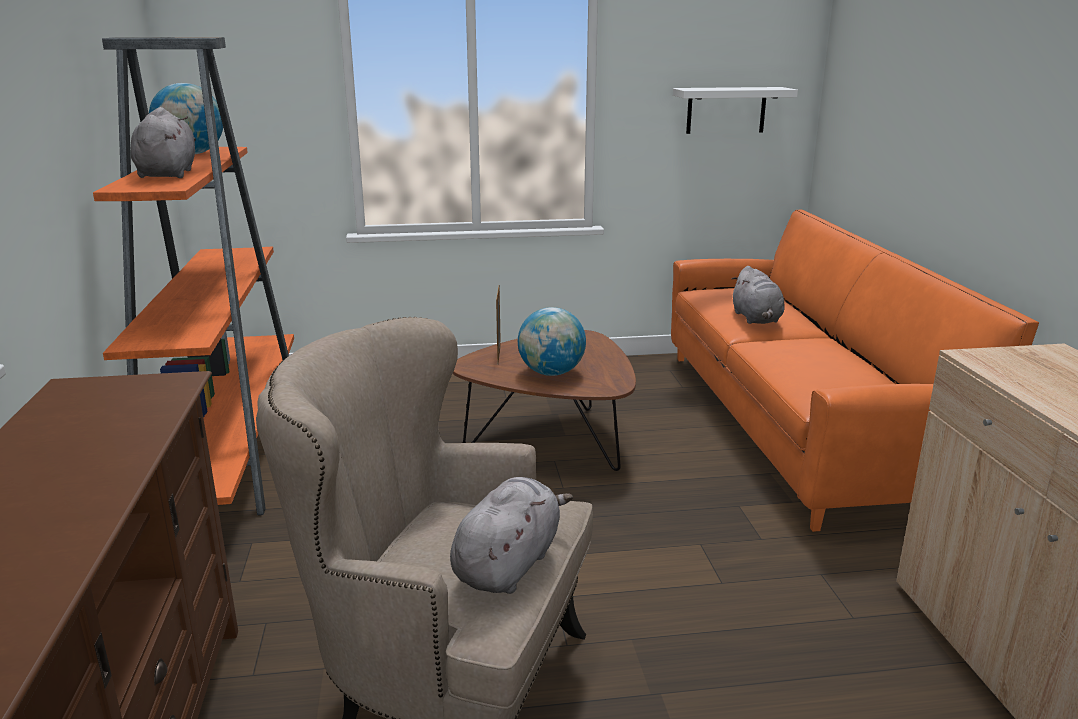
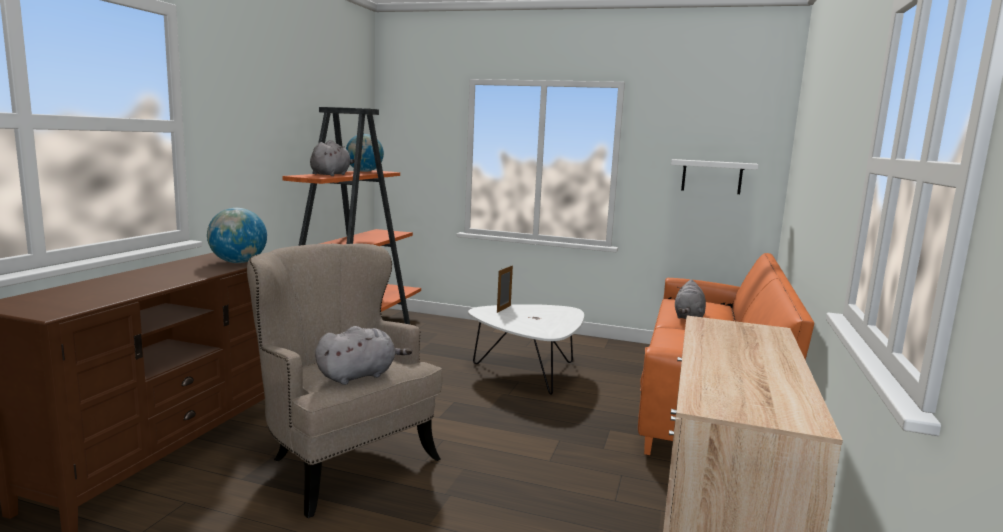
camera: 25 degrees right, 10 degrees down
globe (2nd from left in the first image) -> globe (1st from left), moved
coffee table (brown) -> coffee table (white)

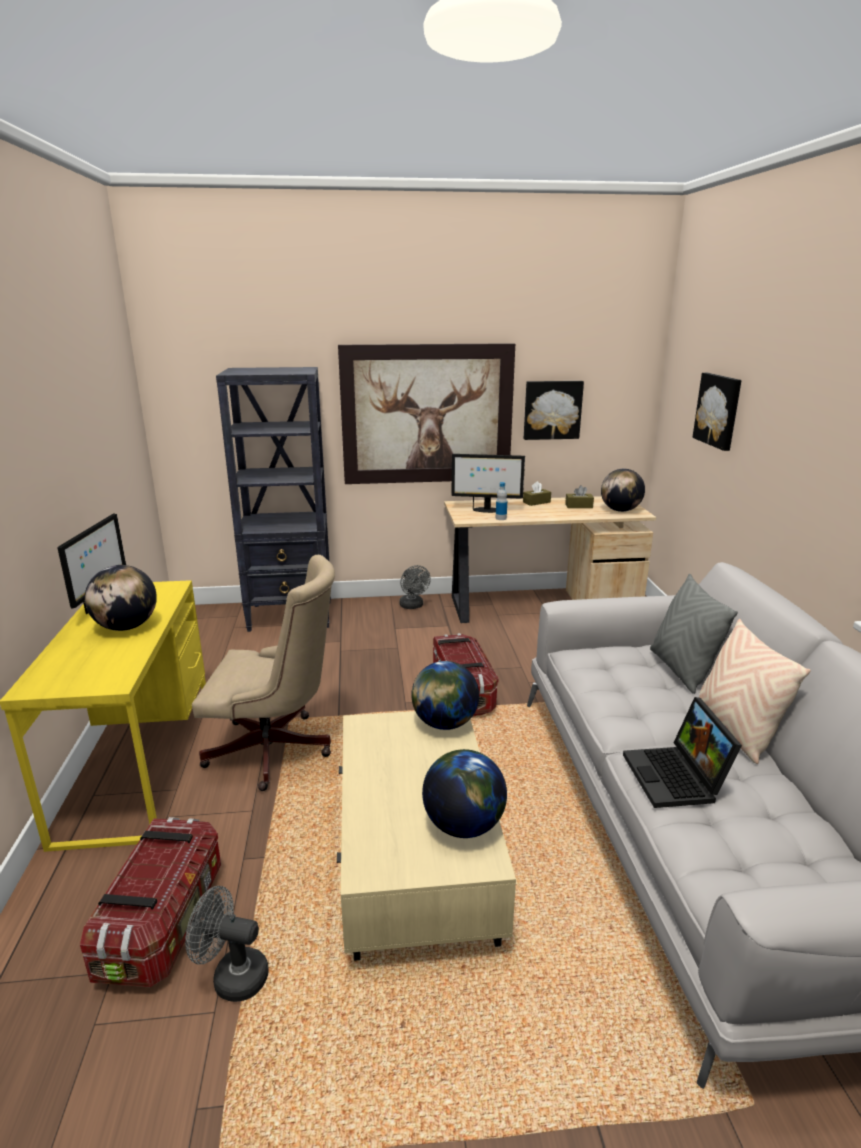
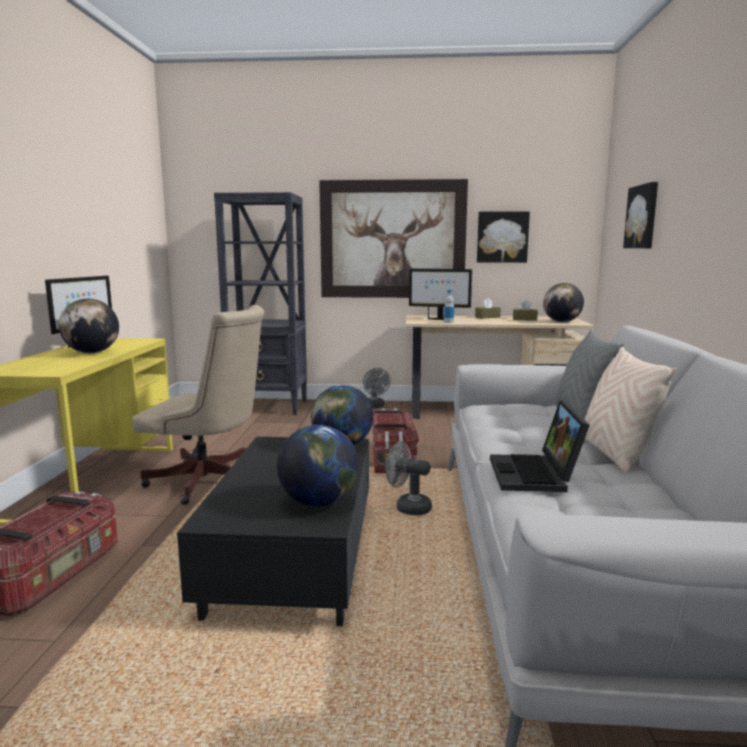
camera: 10 degrees right, 10 degrees down
coffee table (beige) -> coffee table (black)
fan (grey) (1st from left in the first image) -> fan (grey) (2nd from left), moved

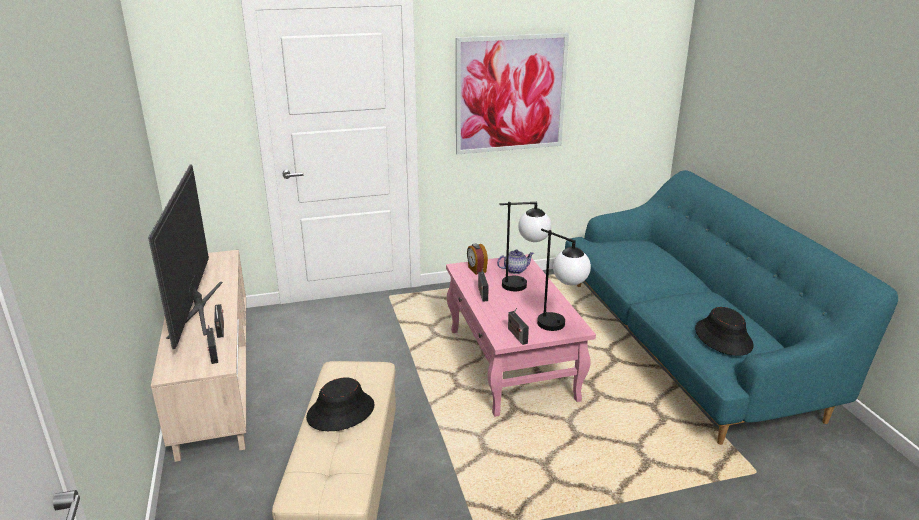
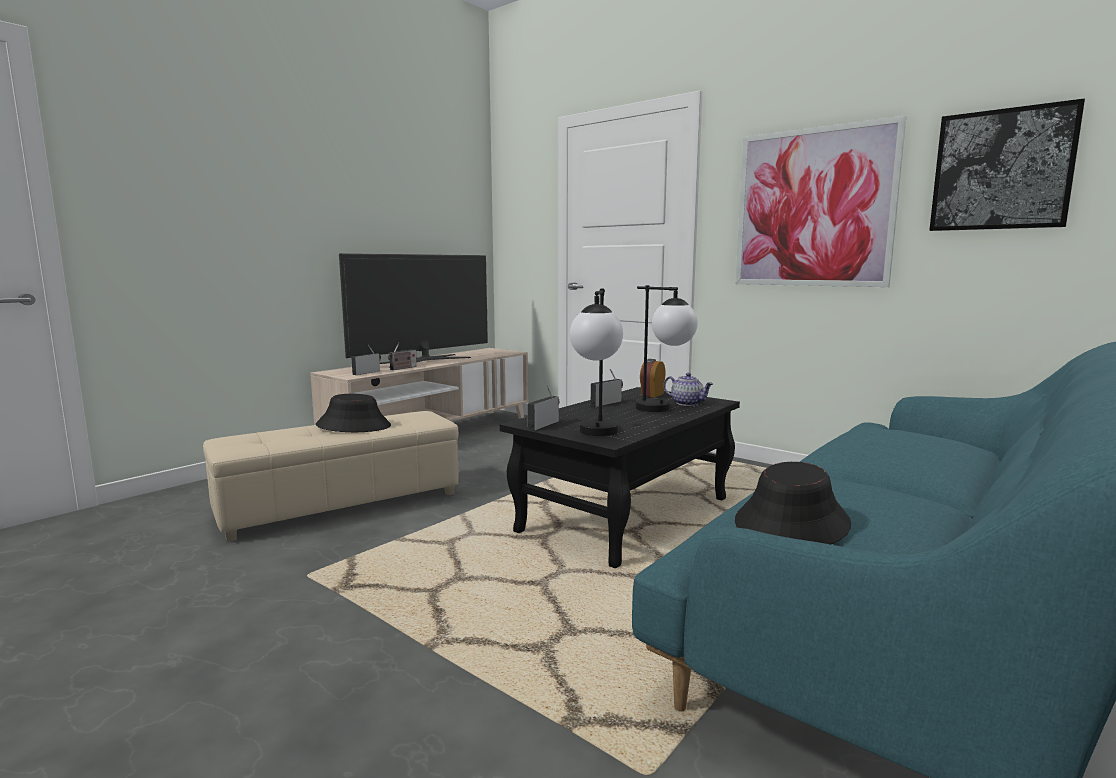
camera: 55 degrees right, 15 degrees down
coffee table (pink) -> coffee table (black)
none -> picture (2nd from left)

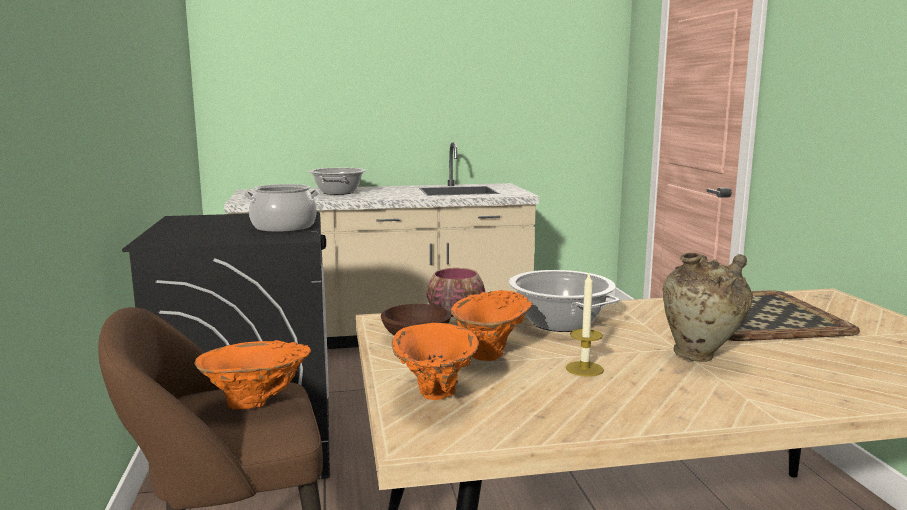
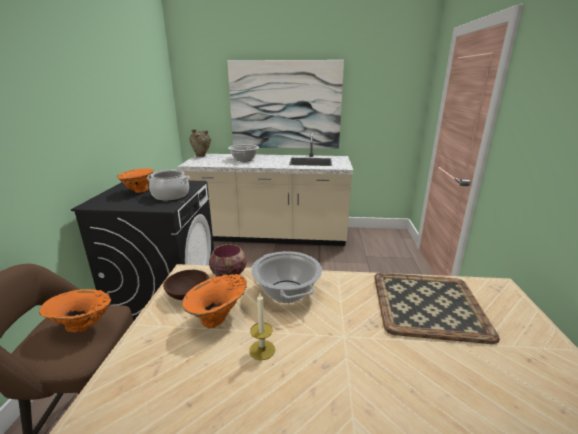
camera: 15 degrees right, 10 degrees up
vase (beige), moved
vase (orange) (2nd from left), moved
none -> picture

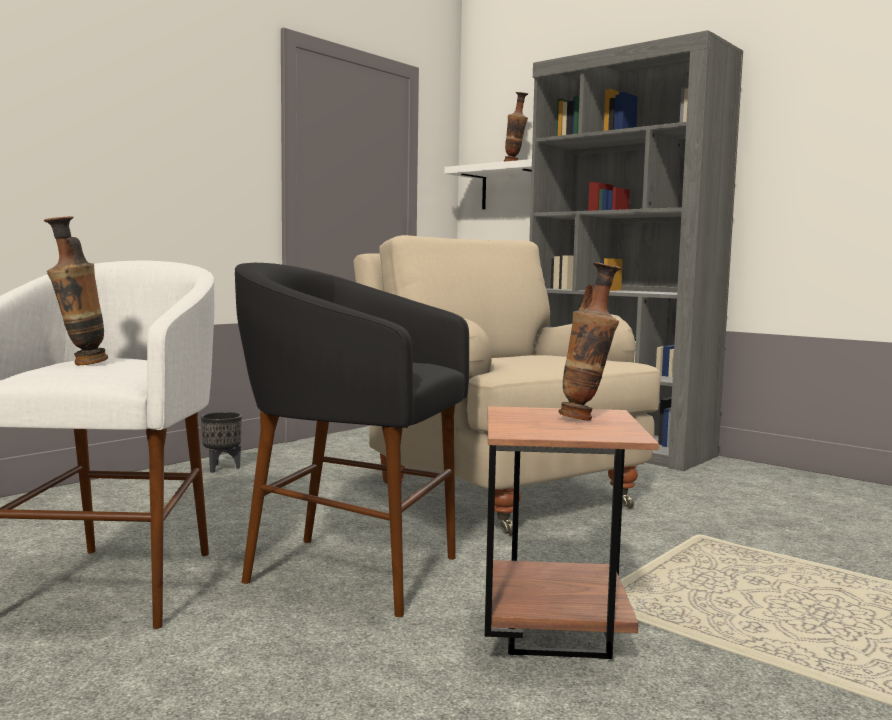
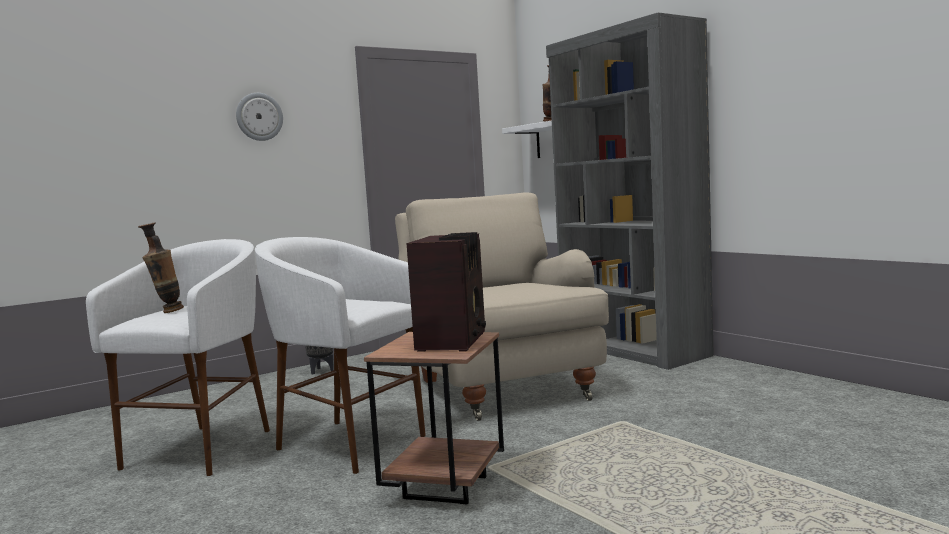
camera: 15 degrees right, 0 degrees up
vase (3rd from left) -> radio
stool (black) -> stool (white) (2nd from left)
none -> wall clock

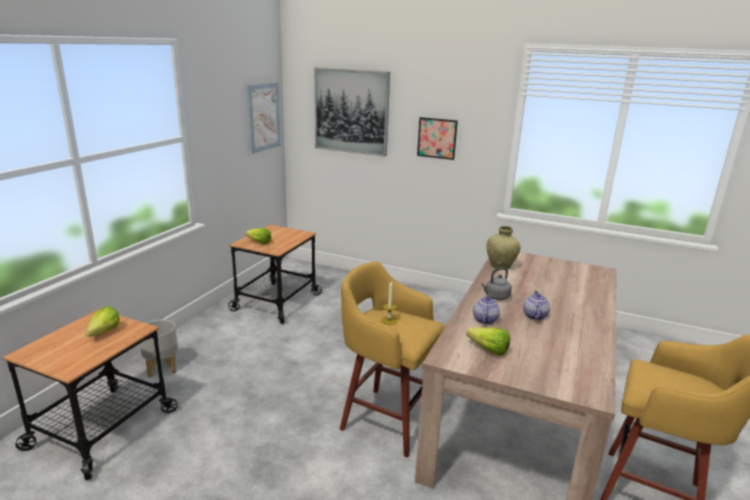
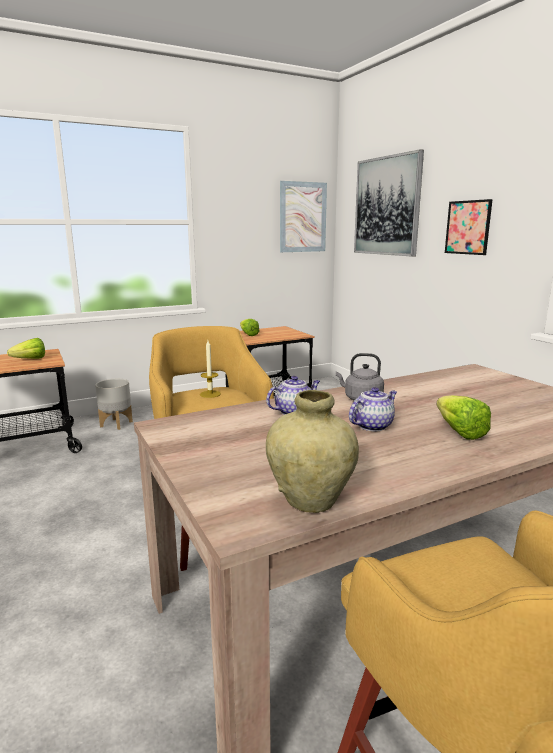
camera: 40 degrees right, 5 degrees down
vase (beige), moved
lettuce (3rd from left), moved

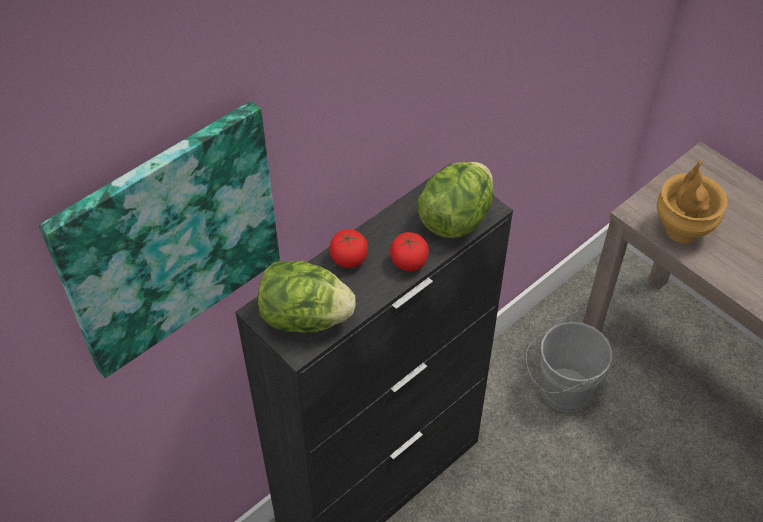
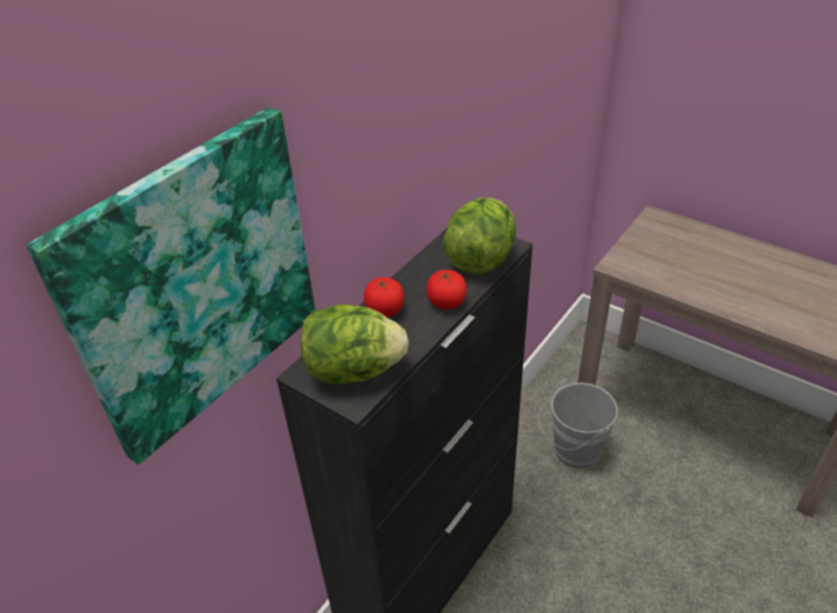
camera: 10 degrees left, 10 degrees down
vase (brown) -> none

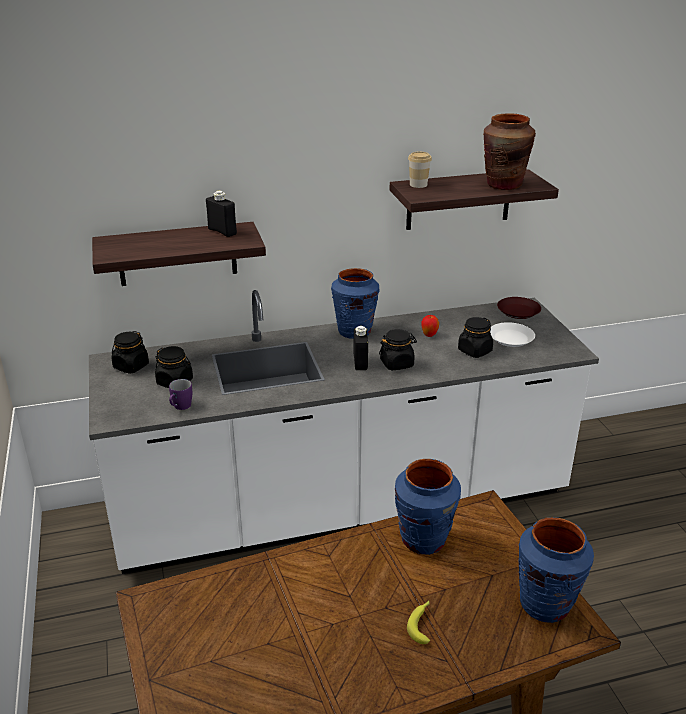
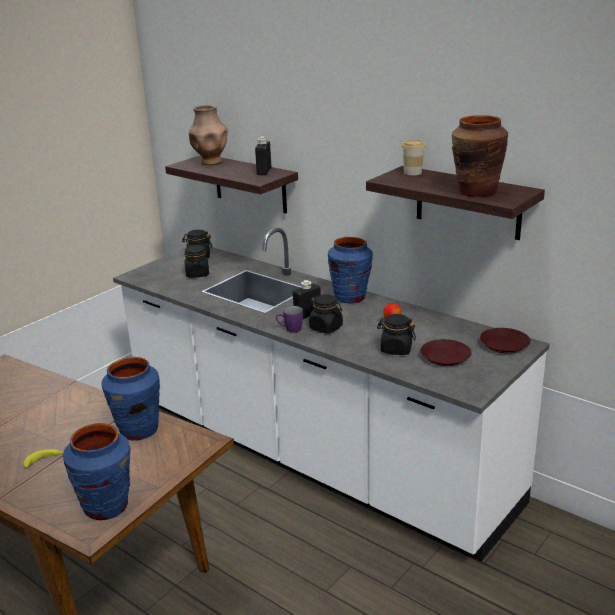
camera: 55 degrees right, 5 degrees down
plate (white) -> plate (brown) (1st from left)
mug (purple), moved
none -> vase (brown) (1st from left)

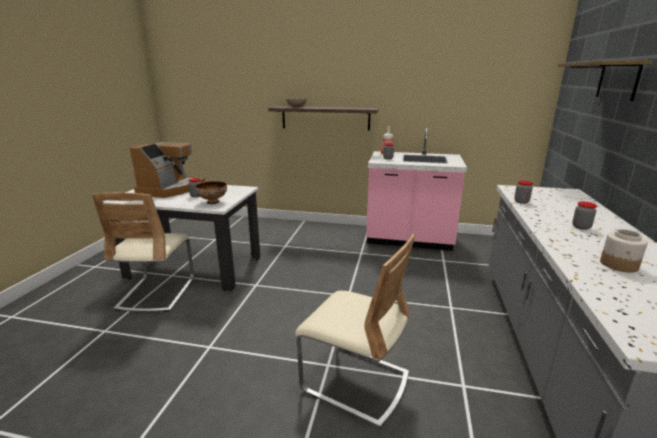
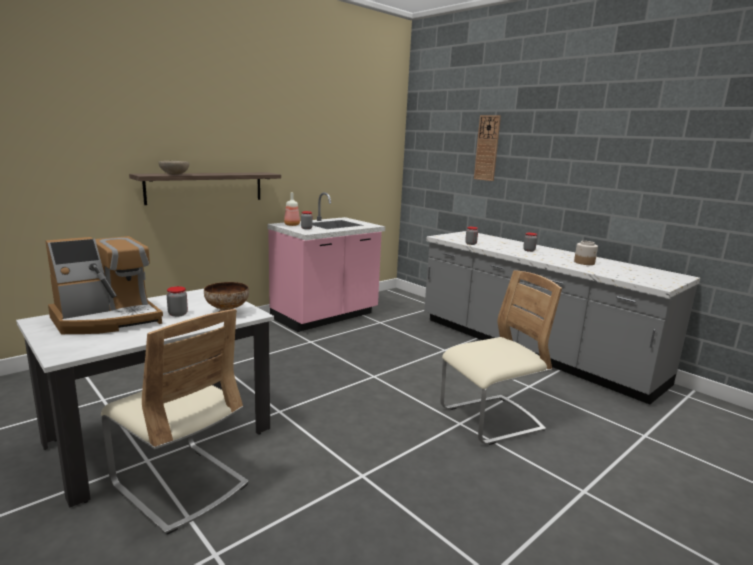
camera: 55 degrees left, 5 degrees down
shelf (2nd from left) -> wall clock
coffee machine, 90 degrees clockwise

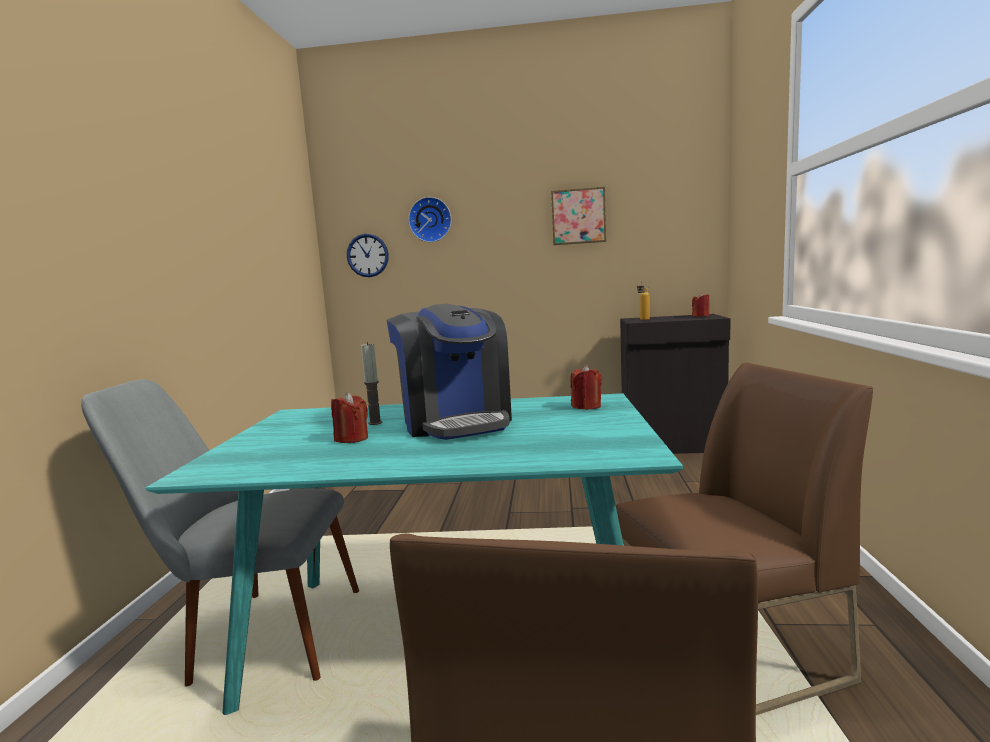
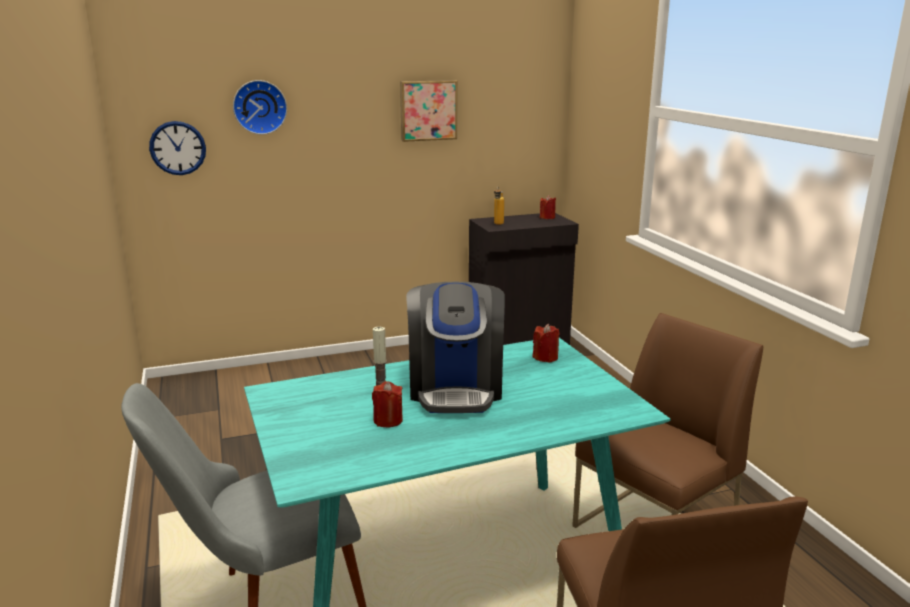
camera: 25 degrees left, 10 degrees up
coffee machine, 45 degrees clockwise

